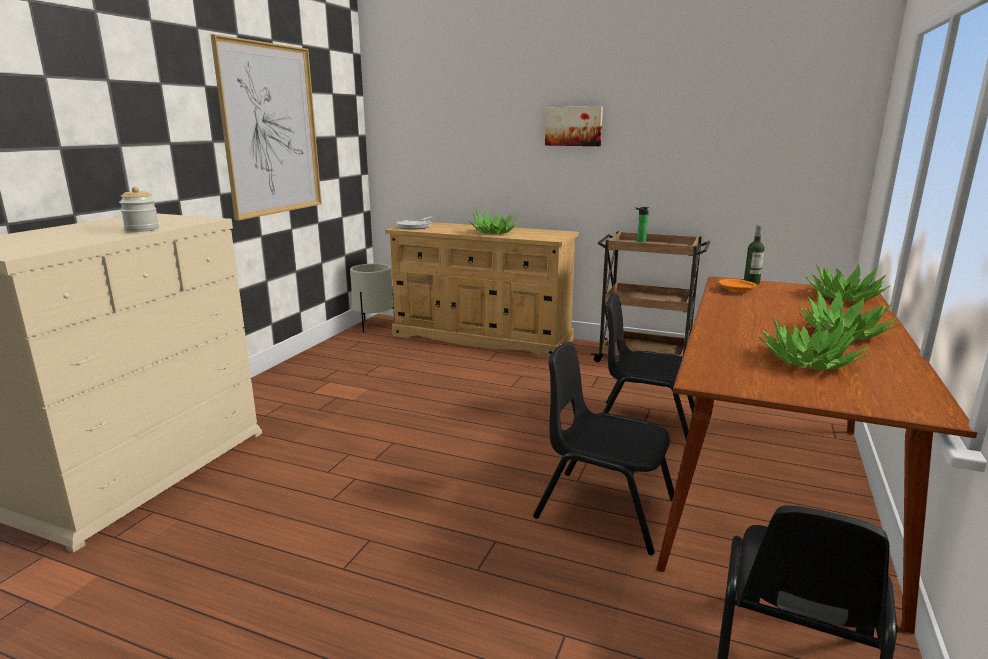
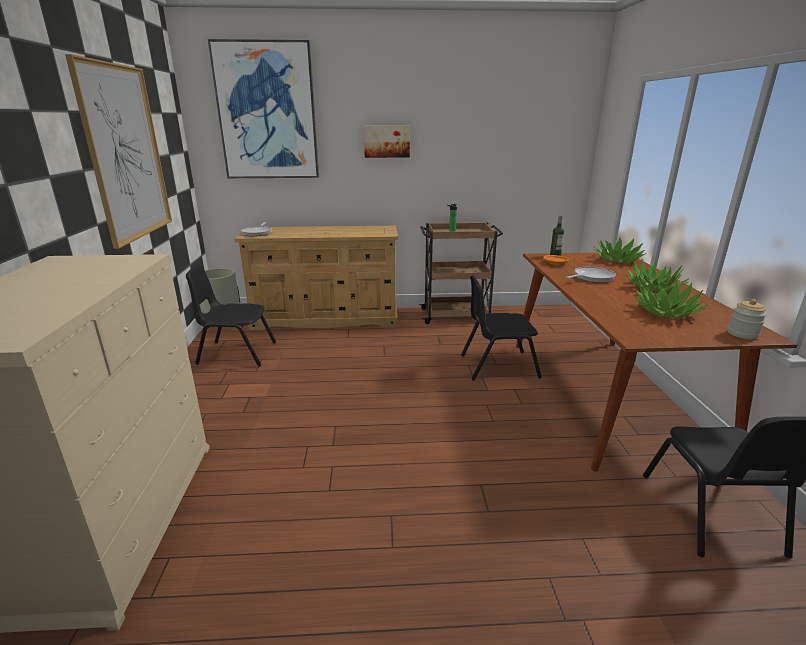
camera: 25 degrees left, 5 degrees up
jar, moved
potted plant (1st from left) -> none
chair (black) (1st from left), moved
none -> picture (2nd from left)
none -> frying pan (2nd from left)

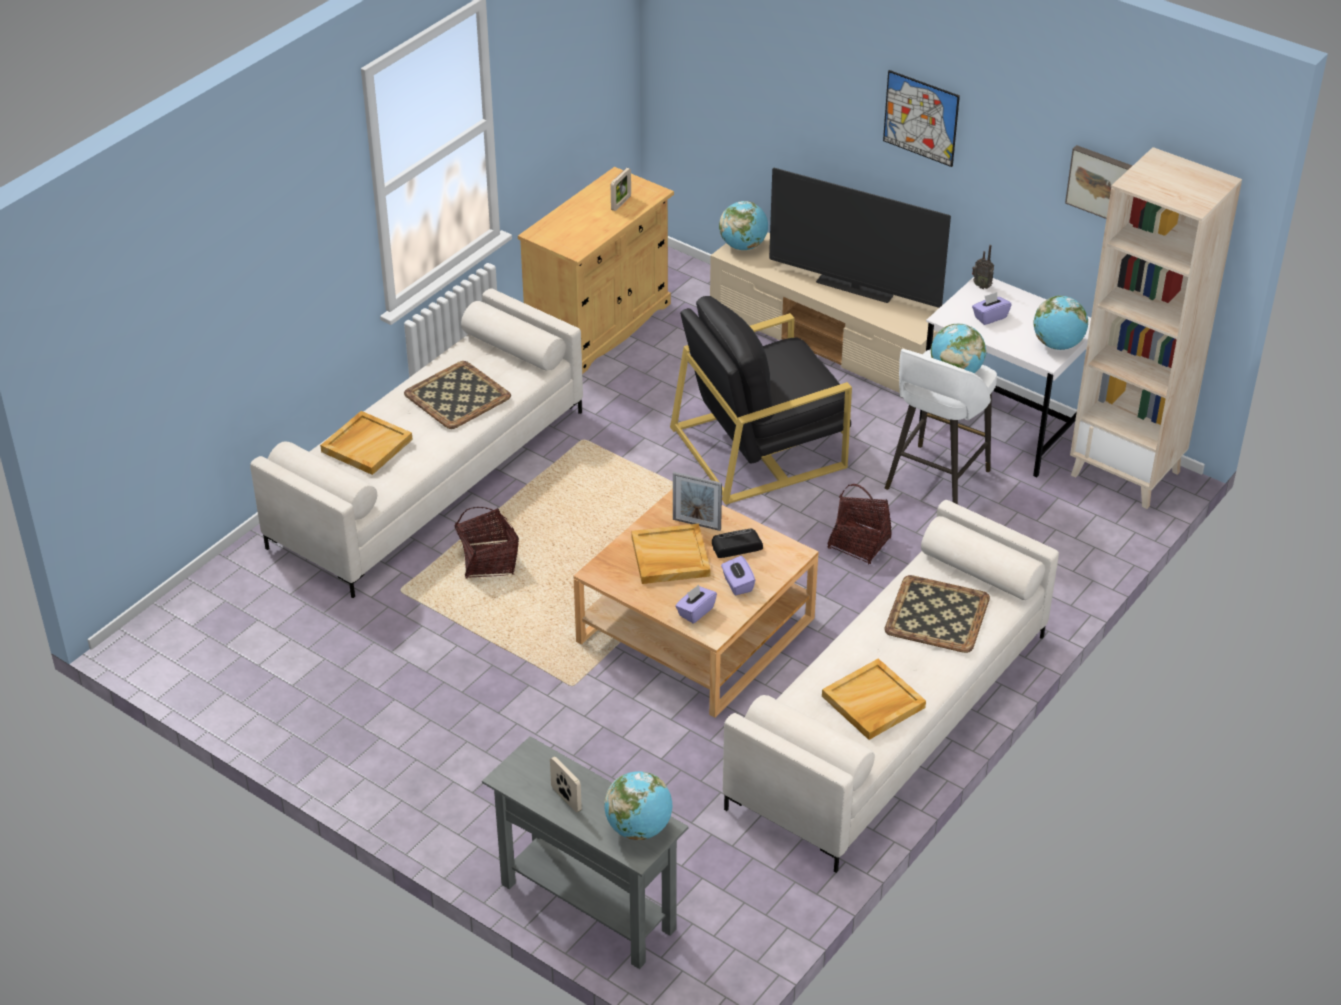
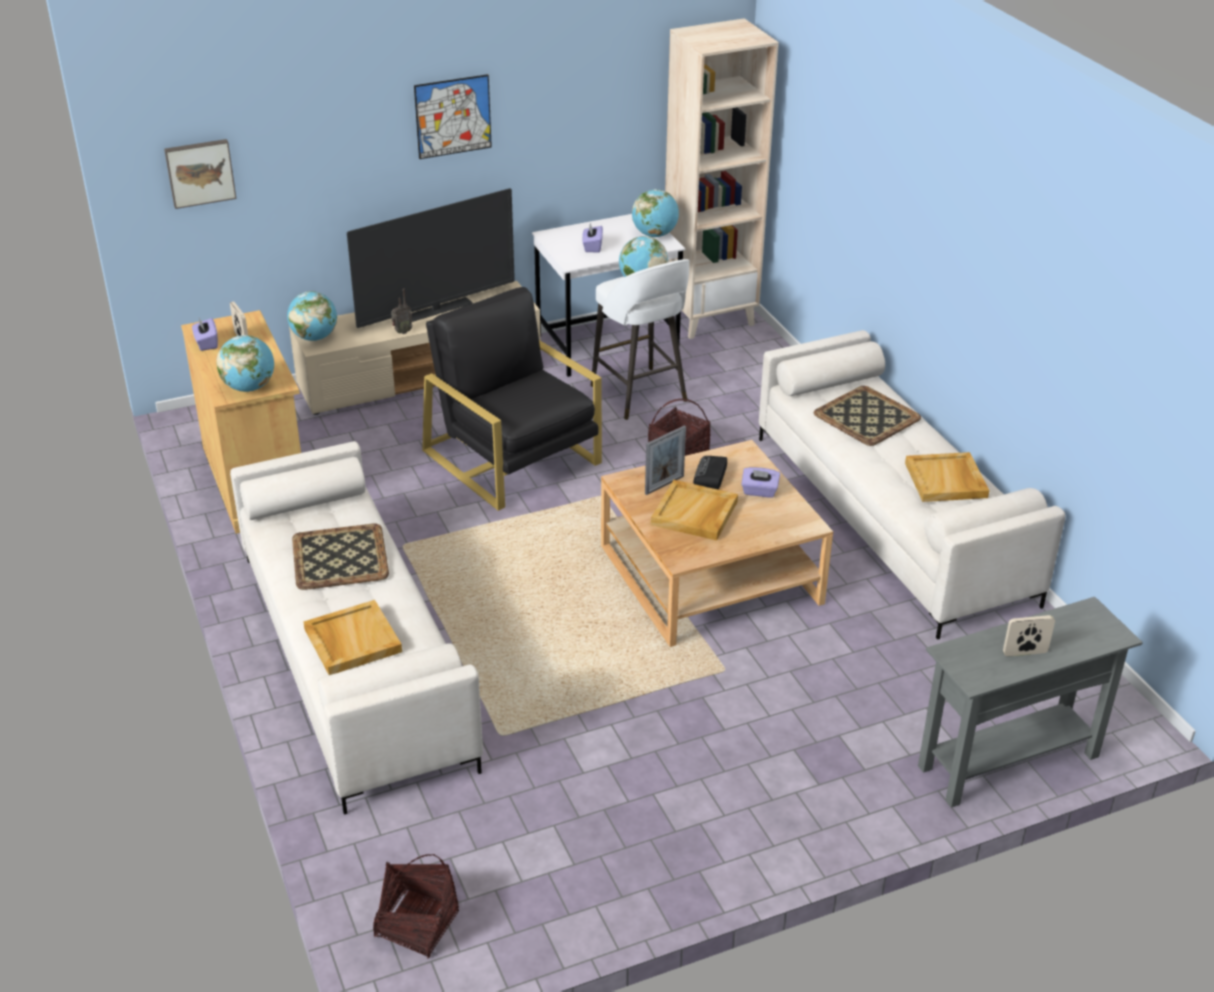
camera: 60 degrees left, 5 degrees down
picture (2nd from left in the first image) -> picture (1st from left), moved
radio (2nd from left in the first image) -> radio (1st from left), moved
armchair (black), 135 degrees clockwise
basket (1st from left), moved
tissue box (purple) (1st from left), moved
globe (1st from left), moved

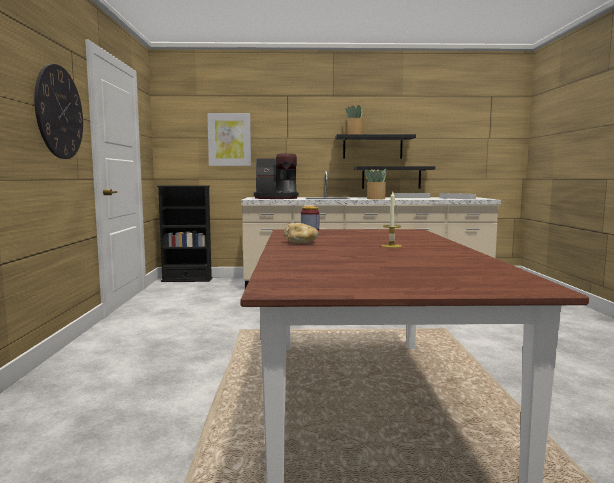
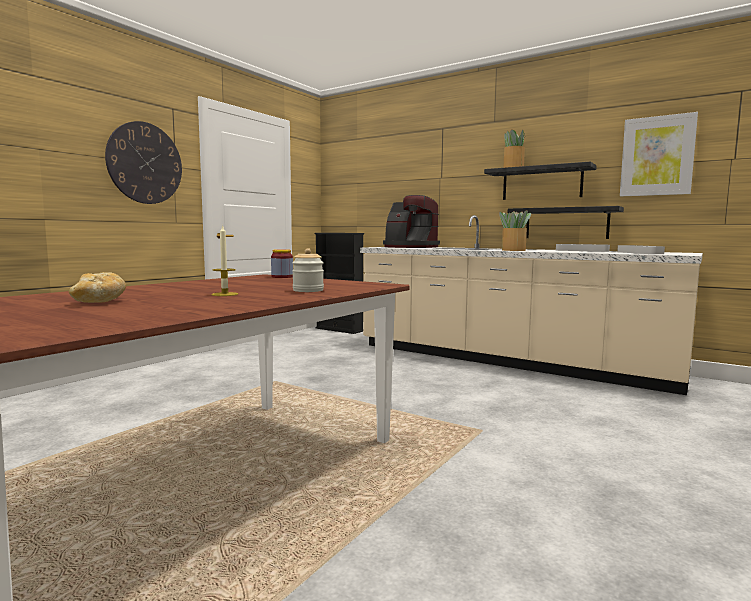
camera: 35 degrees right, 0 degrees up
picture, moved
bread, moved
none -> jar (2nd from left)

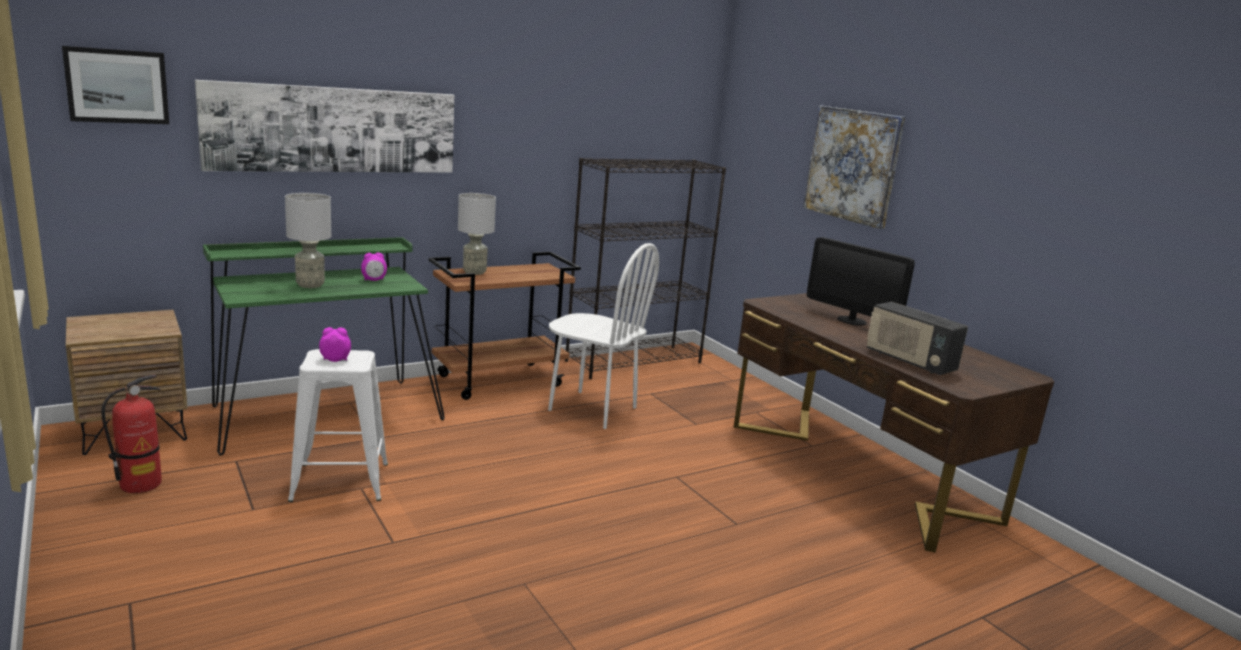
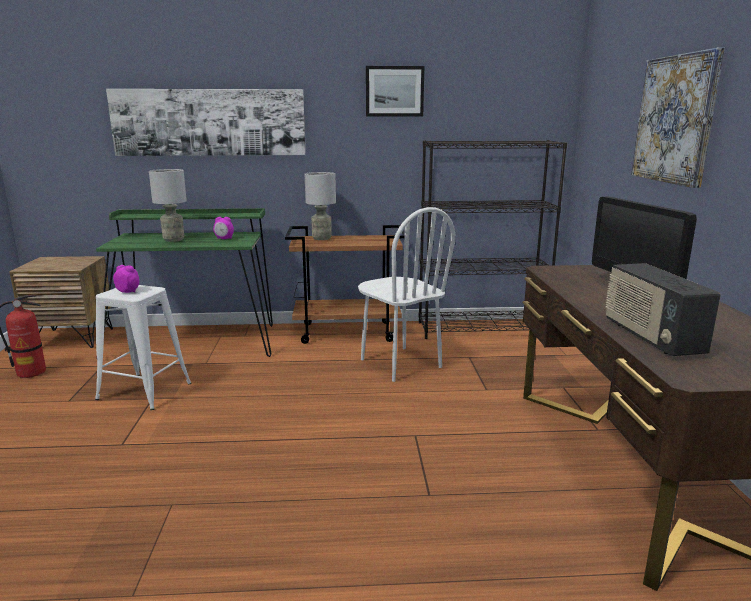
camera: 30 degrees right, 0 degrees up
picture (1st from left in the first image) -> picture (2nd from left), moved

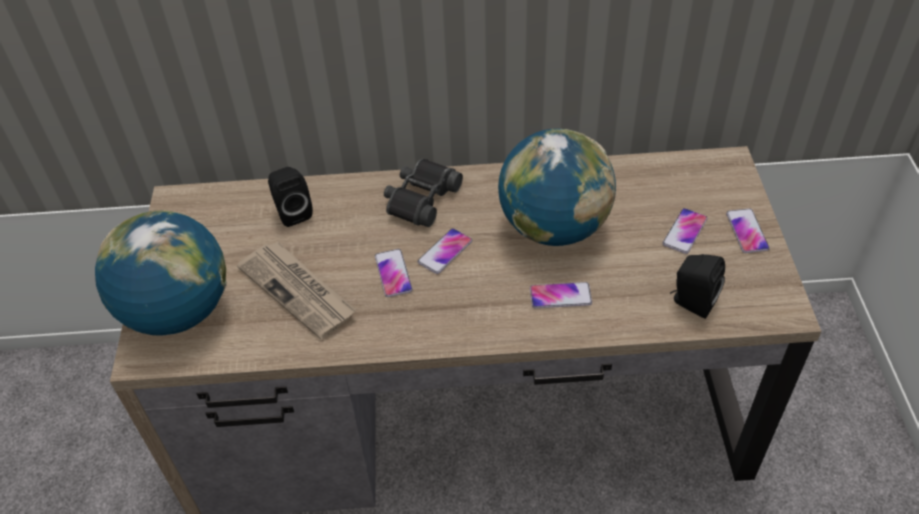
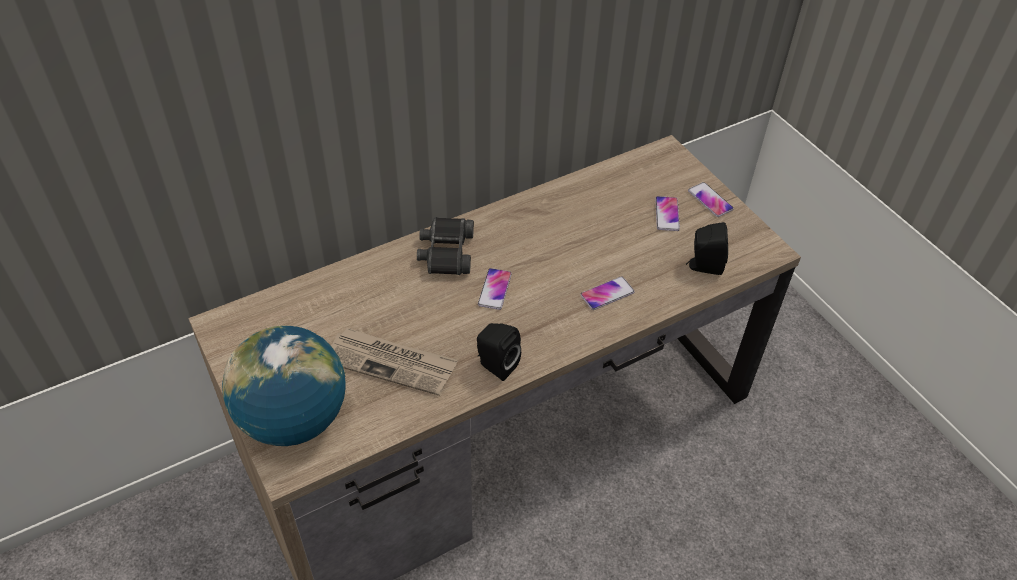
camera: 30 degrees left, 0 degrees up
globe (2nd from left) -> none
speaker (black) (1st from left), moved
phone (1st from left) -> none

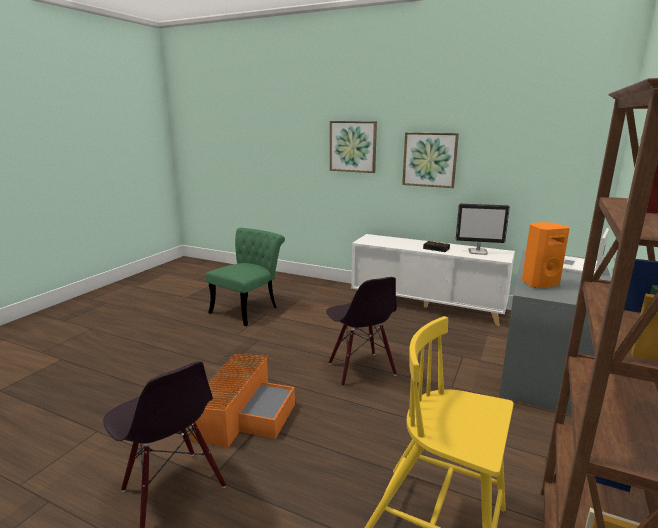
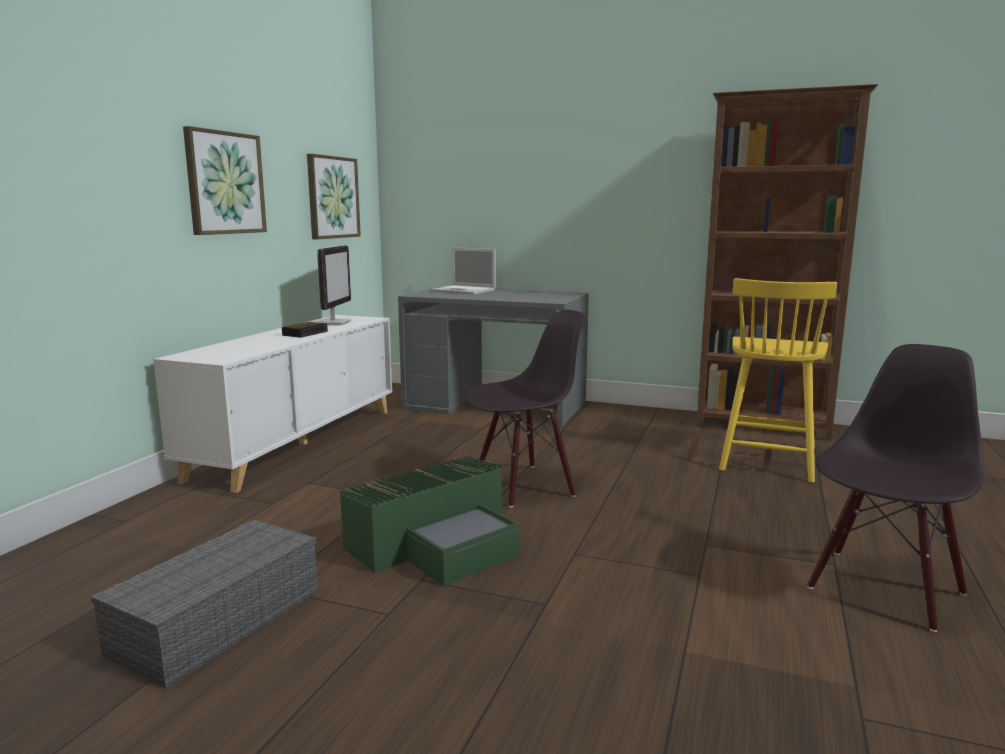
camera: 95 degrees left, 5 degrees down
picture (1st from left in the first image) -> picture (2nd from left), moved
speaker (orange) -> none
chair (green) -> storage box (grey)
storage box (orange) -> none
none -> storage box (green)

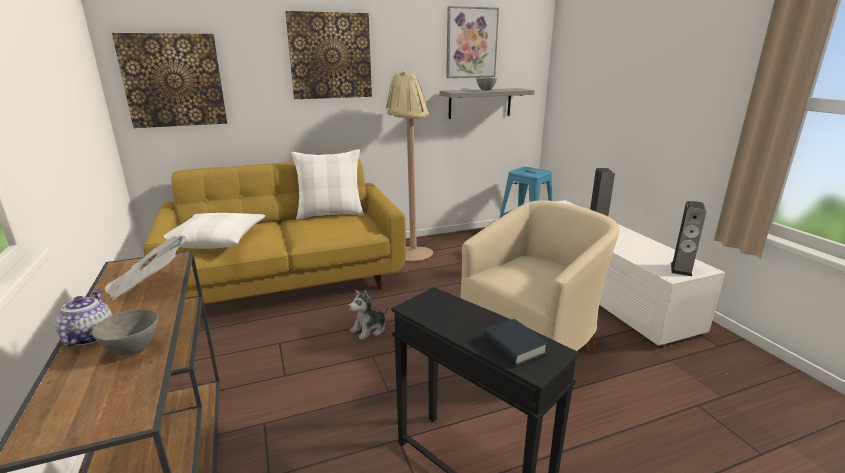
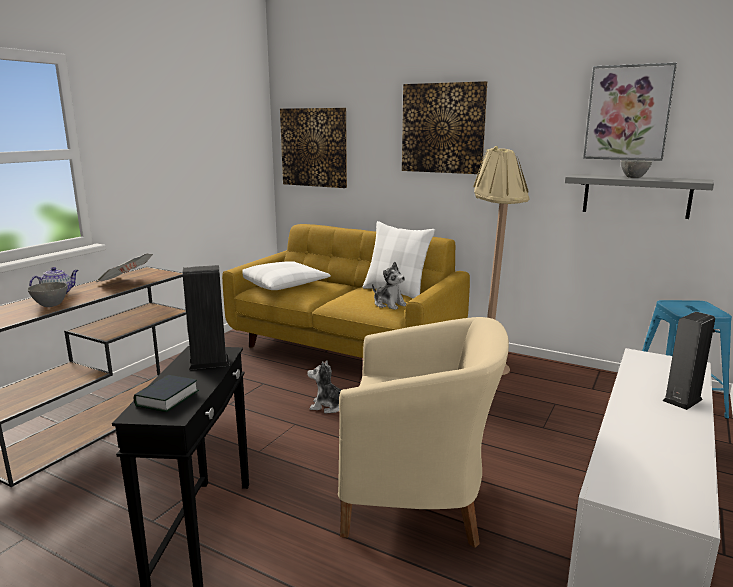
camera: 50 degrees right, 5 degrees down
speaker (2nd from left in the first image) -> speaker (1st from left), moved
none -> plush toy (2nd from left)

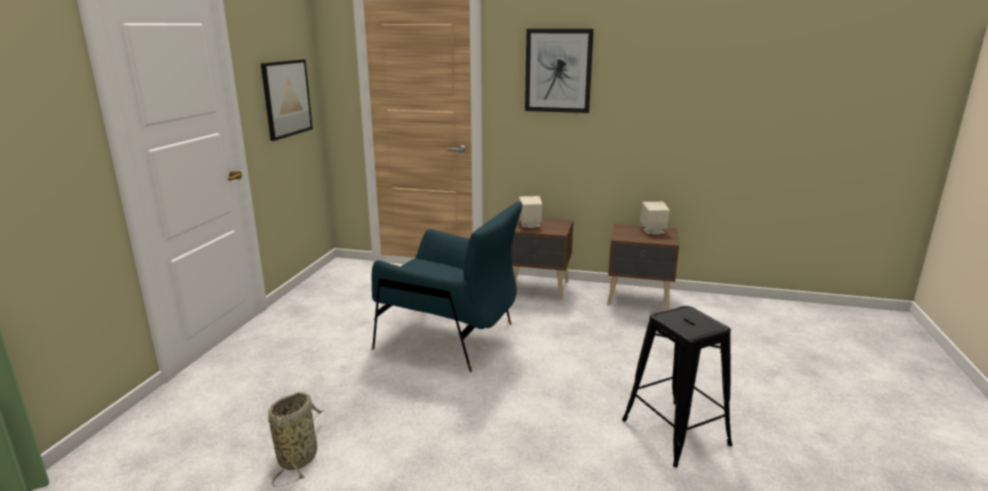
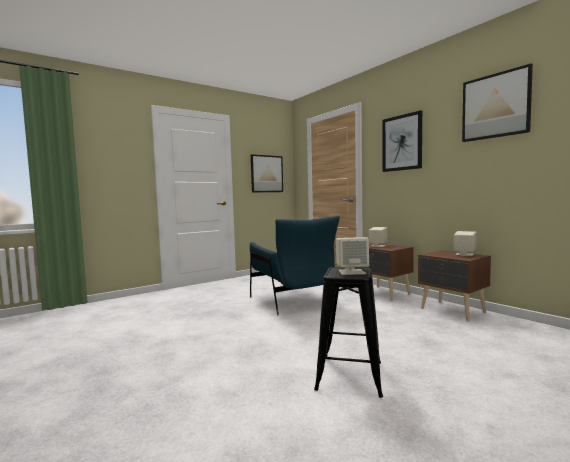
camera: 40 degrees right, 15 degrees down
basket -> none
none -> picture (3rd from left)
none -> speaker (beige) (1st from left)

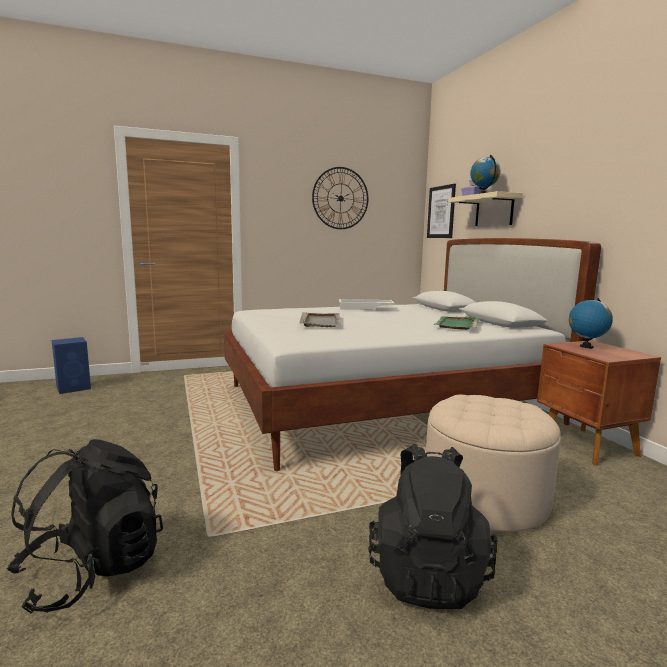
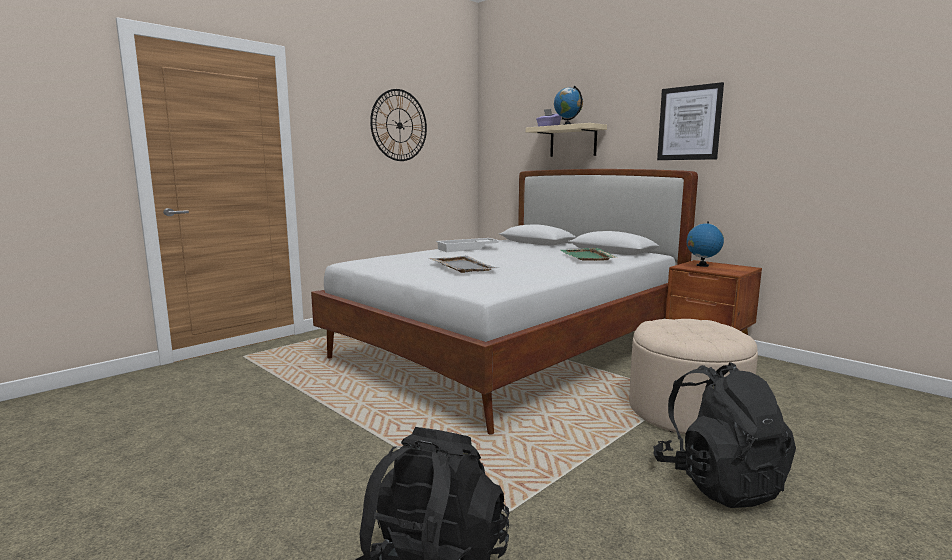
camera: 25 degrees left, 0 degrees up
picture, moved
speaker (blue) -> none

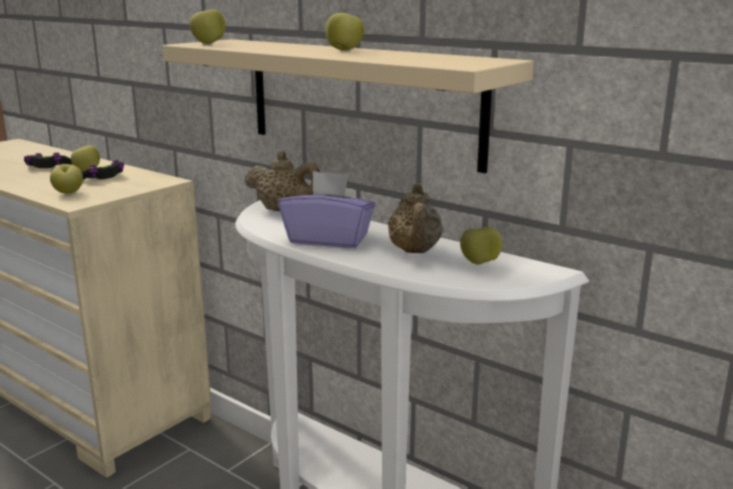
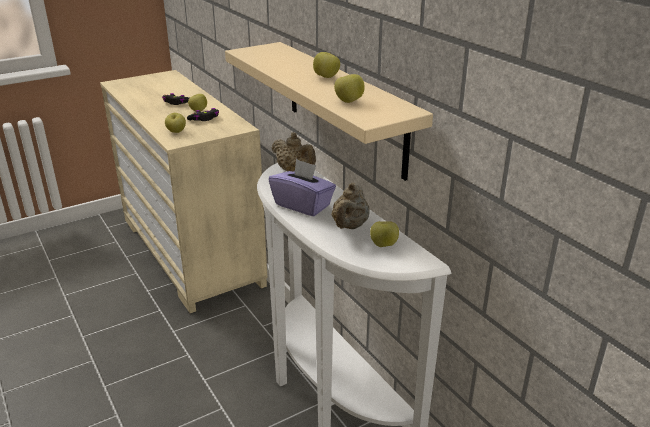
camera: 20 degrees right, 10 degrees up
apple (3rd from left in the first image) -> apple (4th from left), moved

